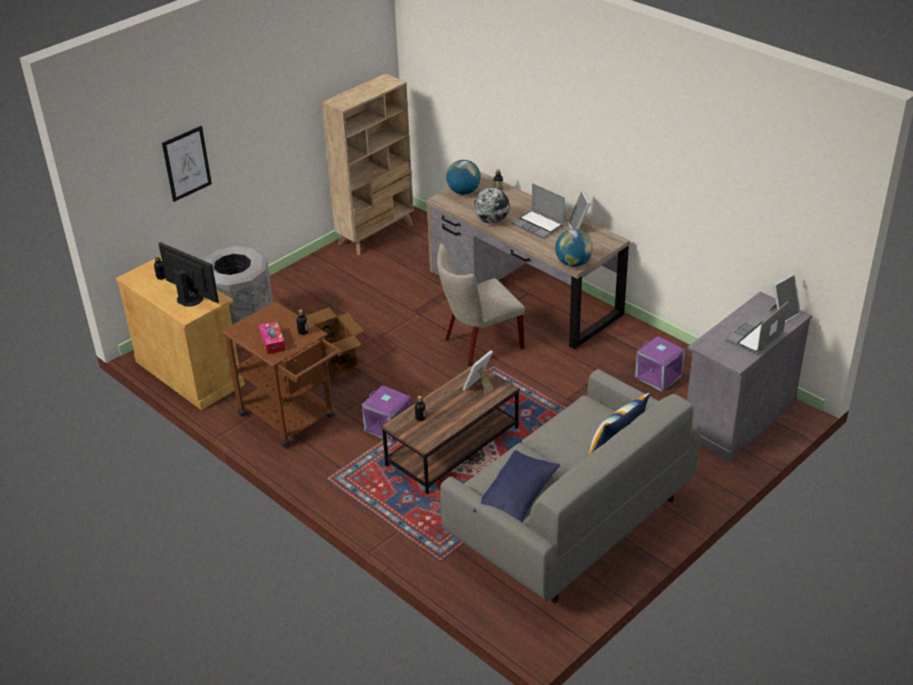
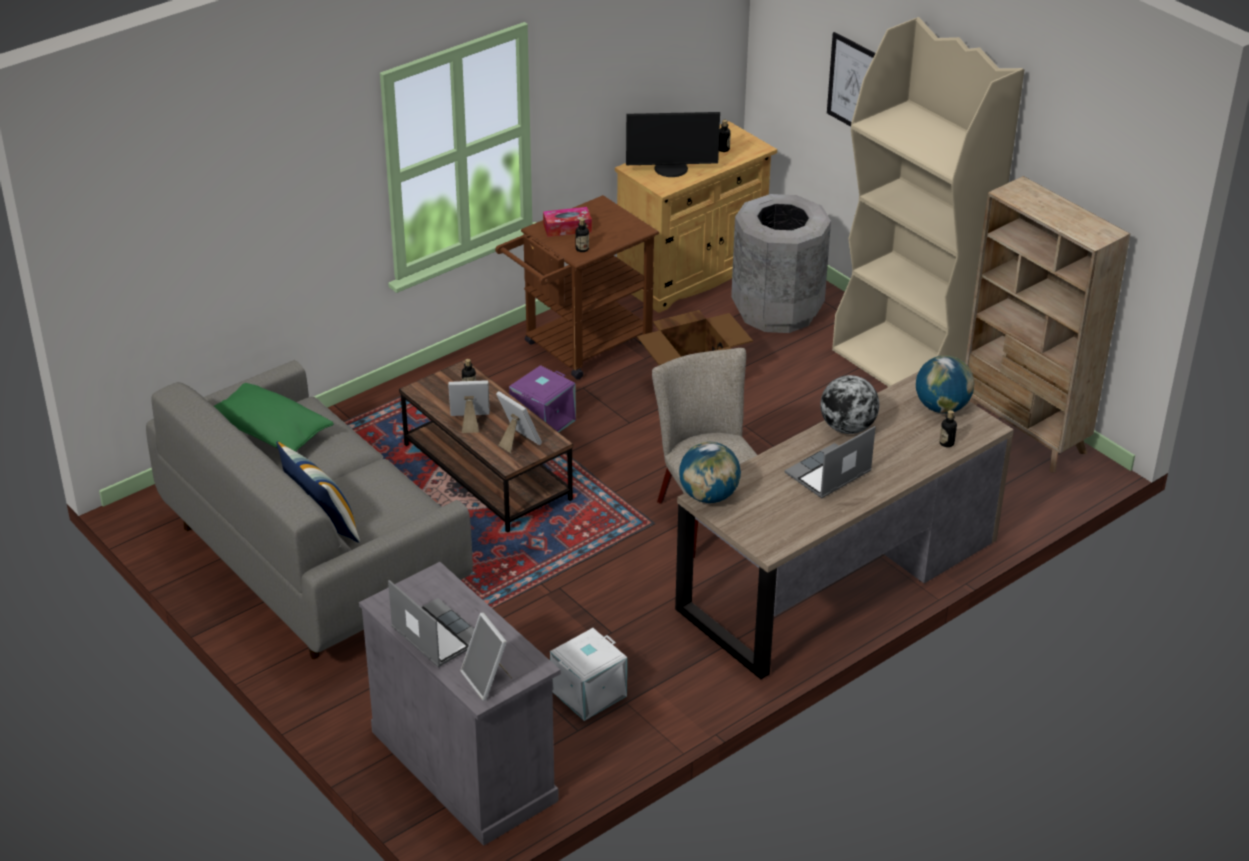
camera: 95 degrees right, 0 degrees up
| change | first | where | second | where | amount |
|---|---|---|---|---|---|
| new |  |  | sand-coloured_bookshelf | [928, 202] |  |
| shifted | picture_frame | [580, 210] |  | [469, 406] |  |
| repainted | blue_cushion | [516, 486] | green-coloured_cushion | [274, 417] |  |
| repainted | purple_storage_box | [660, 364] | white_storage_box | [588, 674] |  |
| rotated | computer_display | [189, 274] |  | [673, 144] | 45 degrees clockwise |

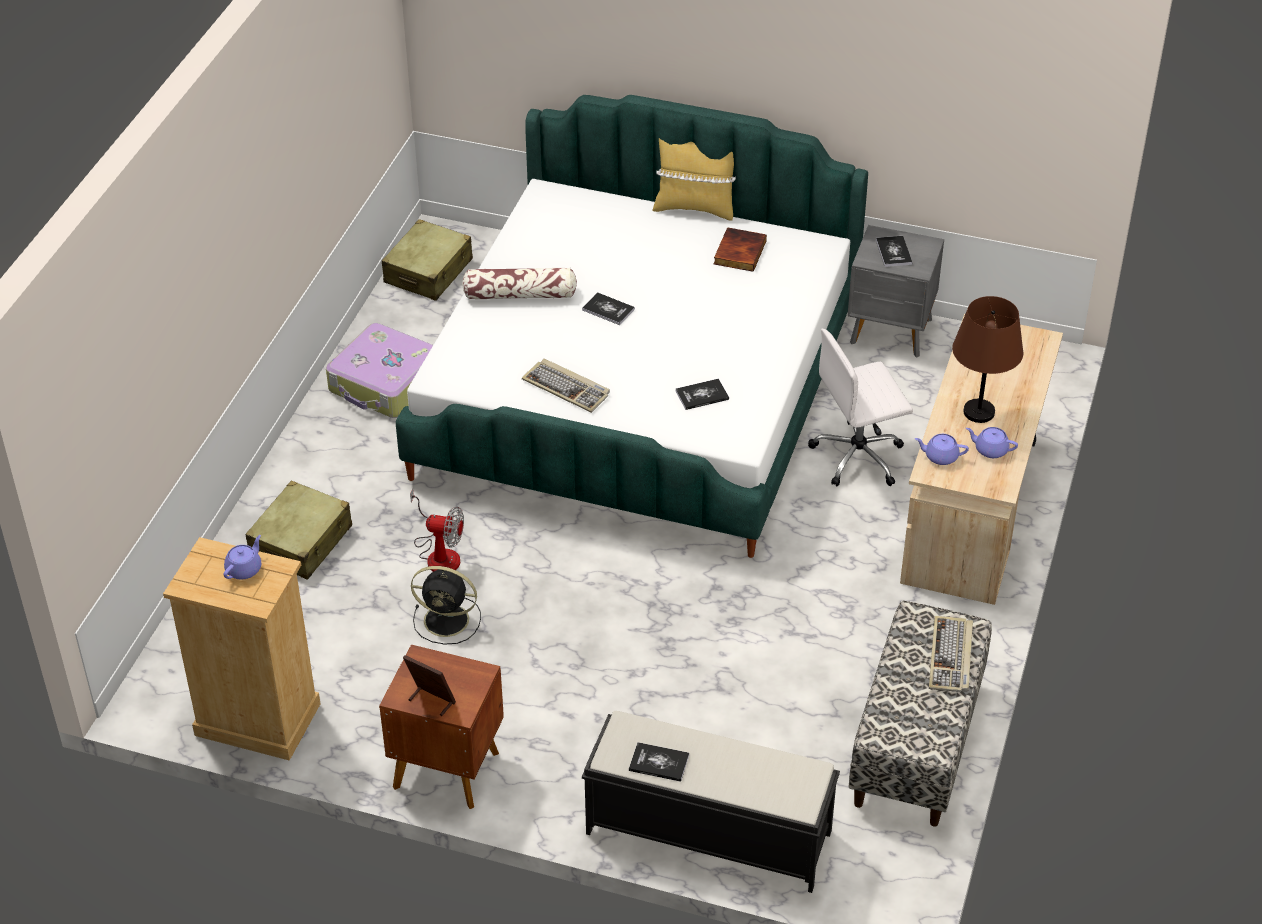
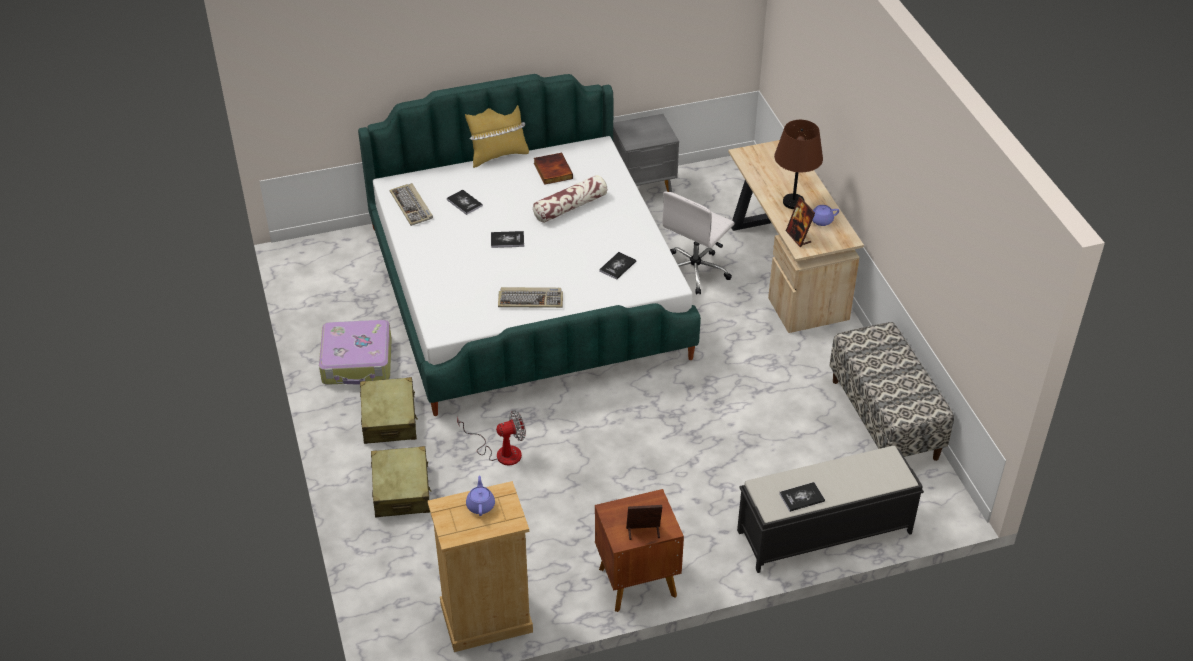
camera: 35 degrees left, 0 degrees up
| change | first | where | second | where | amount |
|---|---|---|---|---|---|
| gone | blackish_electric_fan | [446, 605] |  |  |  |
| shifted | sand-coloured_suitcase | [427, 260] |  | [389, 410] |  |
| shifted | cushion | [519, 283] |  | [570, 199] |  |
| shifted | book | [894, 251] |  | [465, 202] |  |
| shifted | keyboard | [951, 654] |  | [411, 204] |  |
| swapped | purple_teapot | [942, 449] | picture_frame | [800, 222] |  |

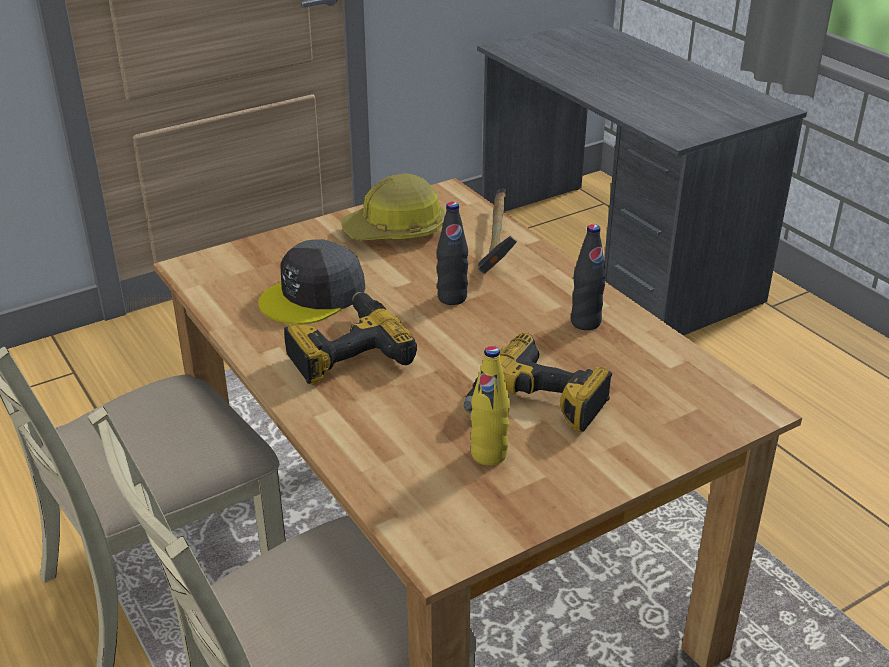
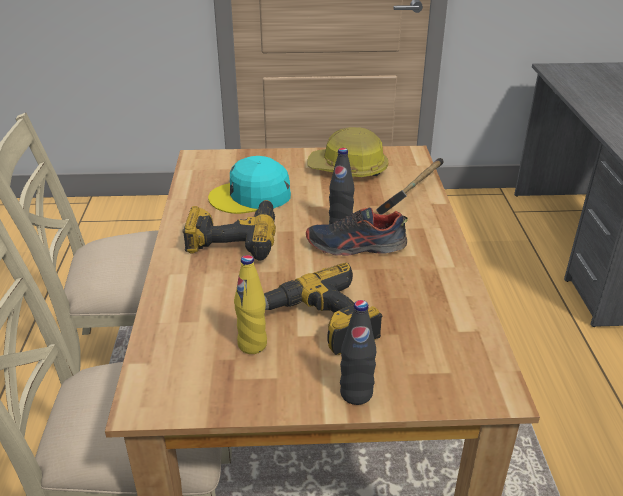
camera: 30 degrees right, 0 degrees up
| change | first | where | second | where | amount |
|---|---|---|---|---|---|
| new |  |  | item_of_footwear | [357, 231] |  |
| shifted | blackish_beverage_bottle | [588, 277] |  | [358, 352] |  |
| repainted | greyish_peaked_cap | [312, 281] | blue-green_peaked_cap | [249, 185] |  |

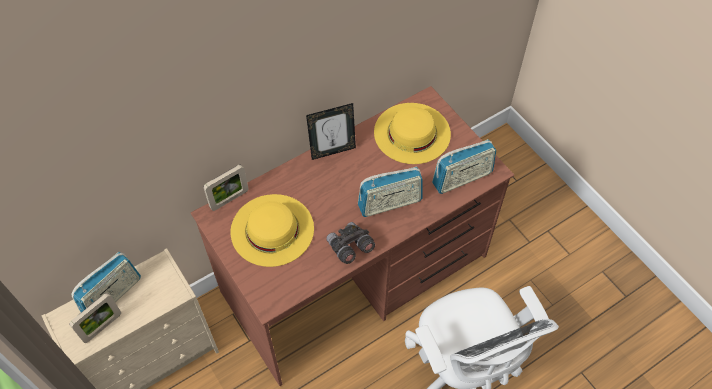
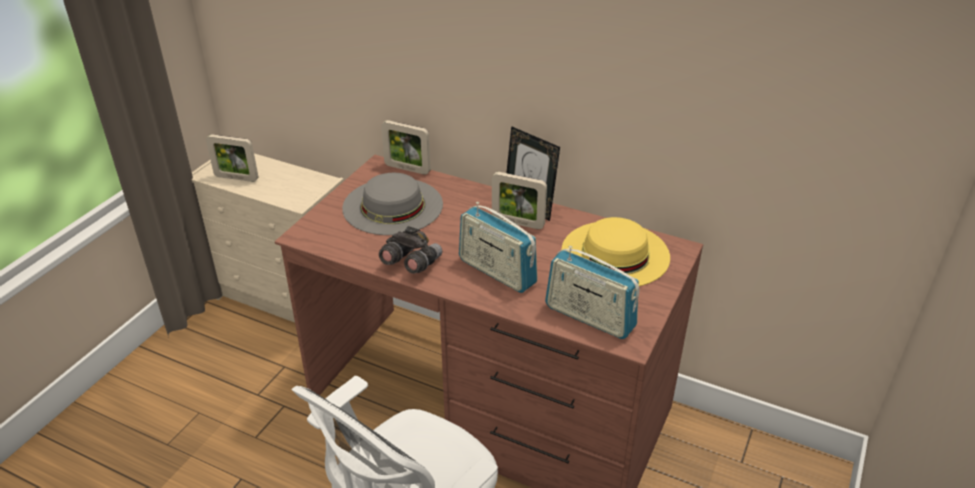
camera: 60 degrees right, 20 degrees down
| change | first | where | second | where | amount |
|---|---|---|---|---|---|
| gone | radio_receiver | [106, 282] |  |  |  |
| new |  |  | picture_frame | [519, 200] |  |
| repainted | yellow_clothing_hat | [272, 230] | greyish_clothing_hat | [392, 204] |  |

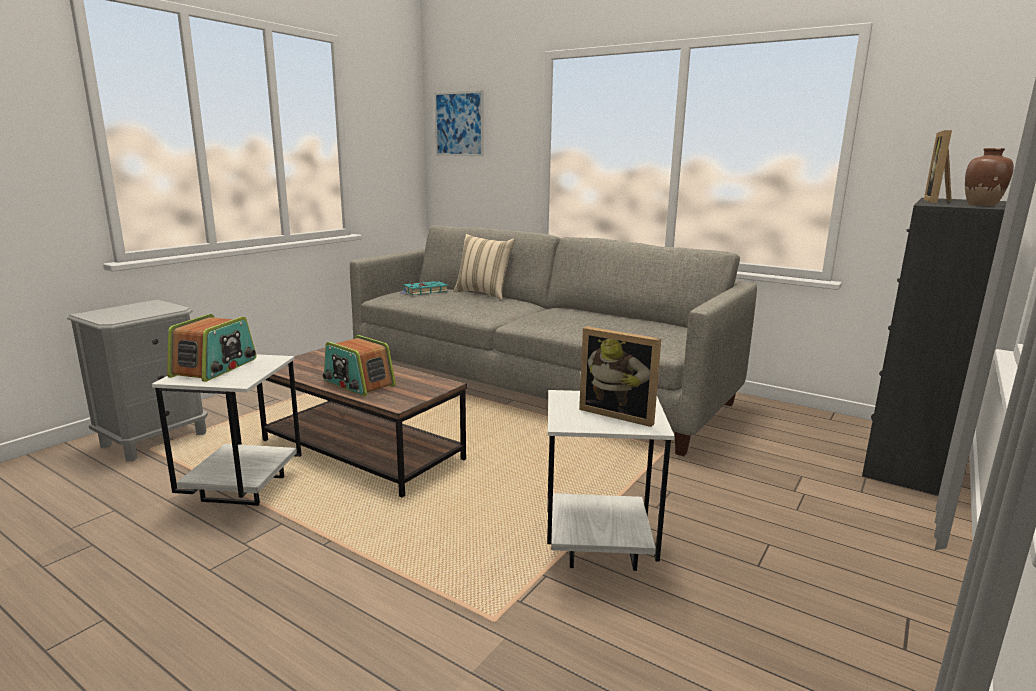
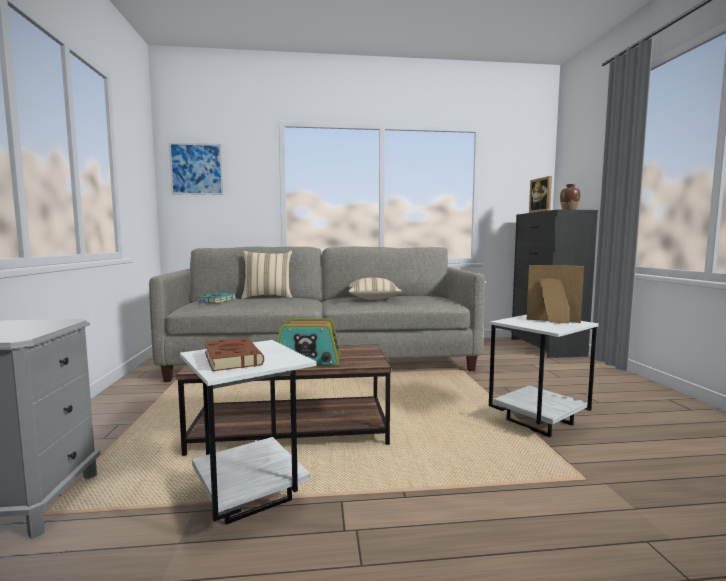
camera: 40 degrees left, 10 degrees down
| change | first | where | second | where | amount |
|---|---|---|---|---|---|
| new |  |  | sand-coloured_cushion | [375, 288] |  |
| swapped | radio_receiver | [211, 348] | brown-coloured_book | [234, 354] |  |
| rotated | picture_frame | [620, 376] |  | [555, 294] | 150 degrees counterclockwise |

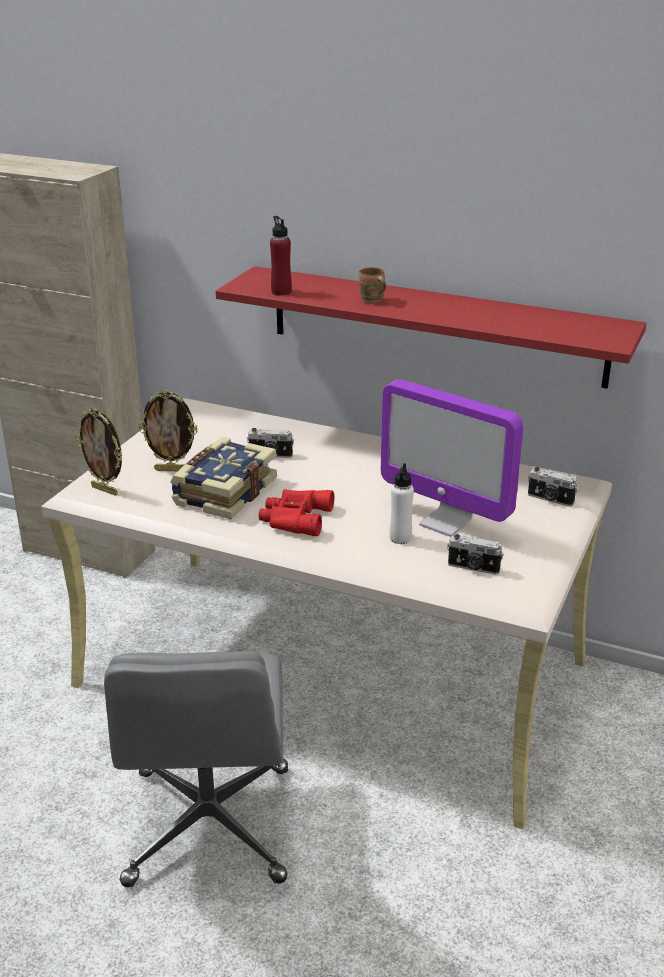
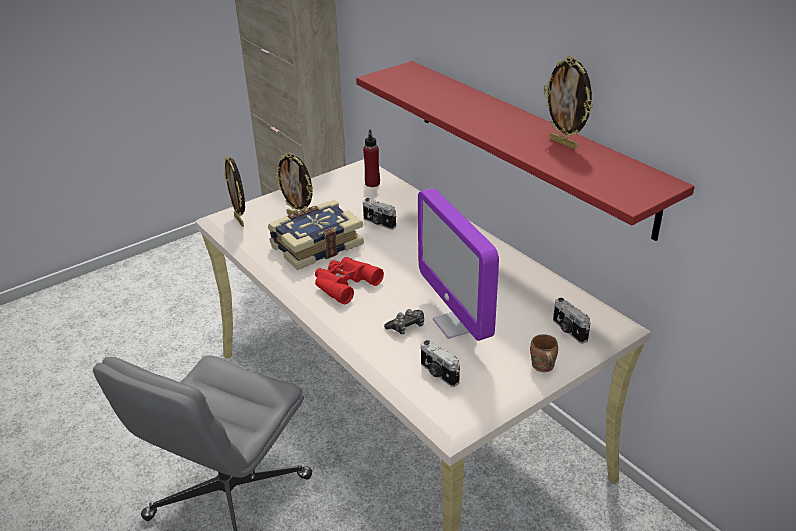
camera: 30 degrees right, 5 degrees up
| change | first | where | second | where | amount |
|---|---|---|---|---|---|
| new |  |  | picture_frame | [568, 103] |  |
| shifted | red_beverage_bottle | [281, 256] |  | [371, 158] |  |
| shifted | brown-coloured_mug | [372, 285] |  | [544, 353] |  |
| swapped | white_beverage_bottle | [402, 503] | gamepad | [404, 321] |  |

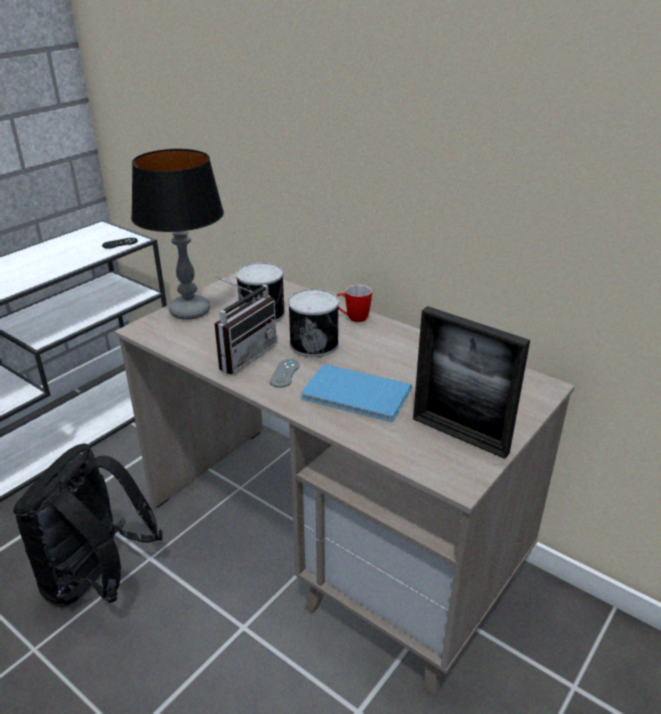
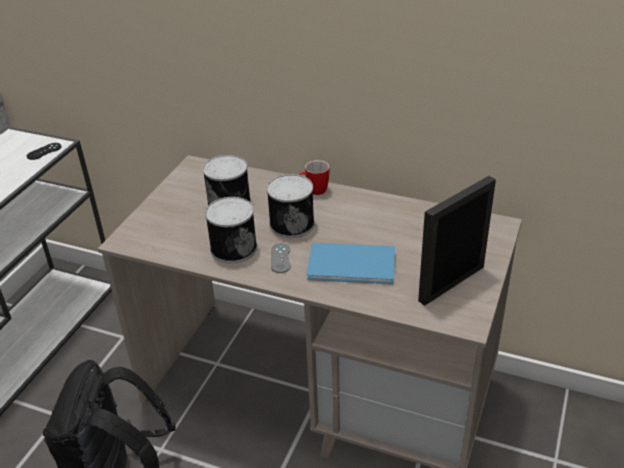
camera: 15 degrees left, 5 degrees up
| change | first | where | second | where | amount |
|---|---|---|---|---|---|
| gone | tabletop_lamp | [177, 234] |  |  |  |
| swapped | radio_receiver | [245, 325] | can | [231, 230] |  |
| rotated | picture_frame | [471, 382] |  | [457, 241] | 120 degrees clockwise |

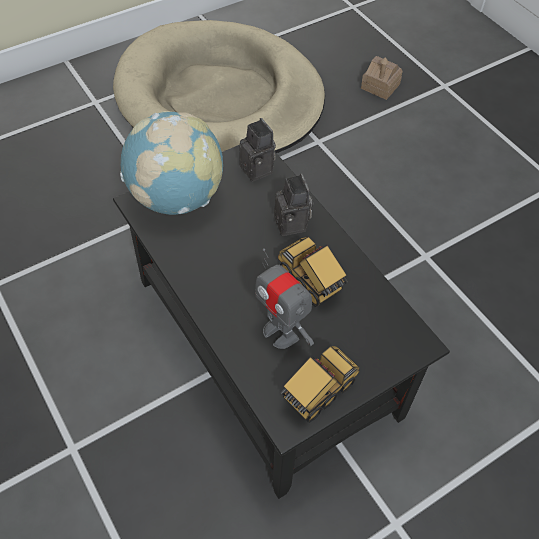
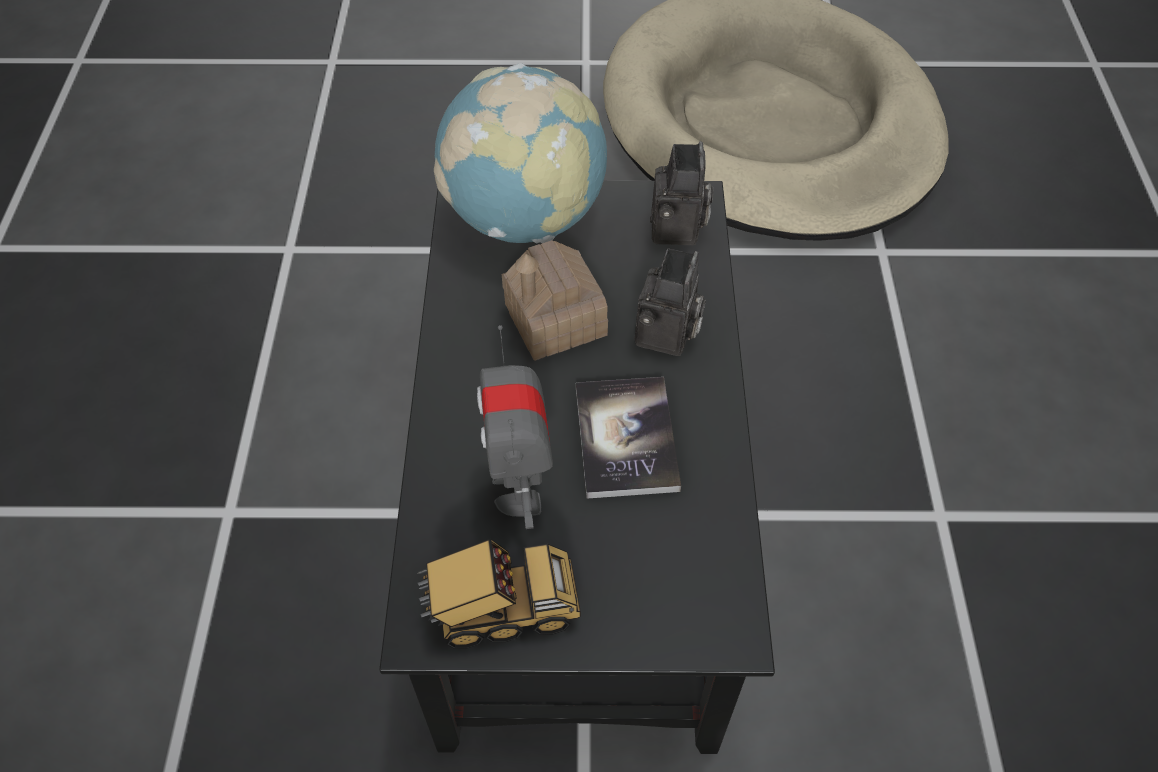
camera: 35 degrees right, 0 degrees up
| change | first | where | second | where | amount |
|---|---|---|---|---|---|
| shifted | toy_house | [382, 78] |  | [555, 300] |  |
| swapped | model_truck | [313, 271] | book | [628, 438] |  |

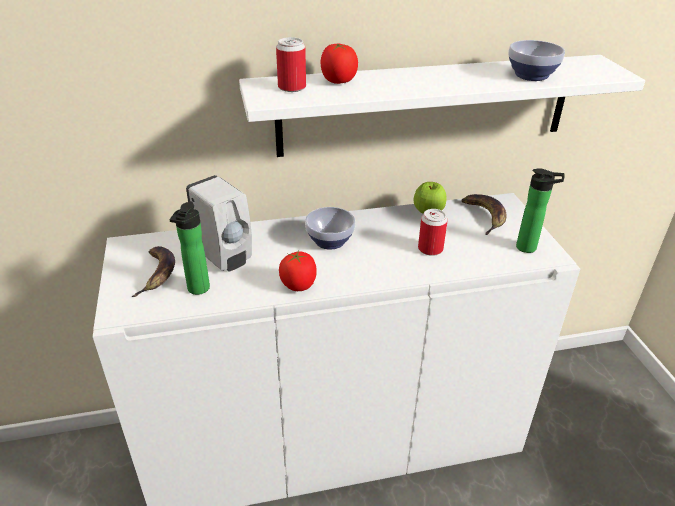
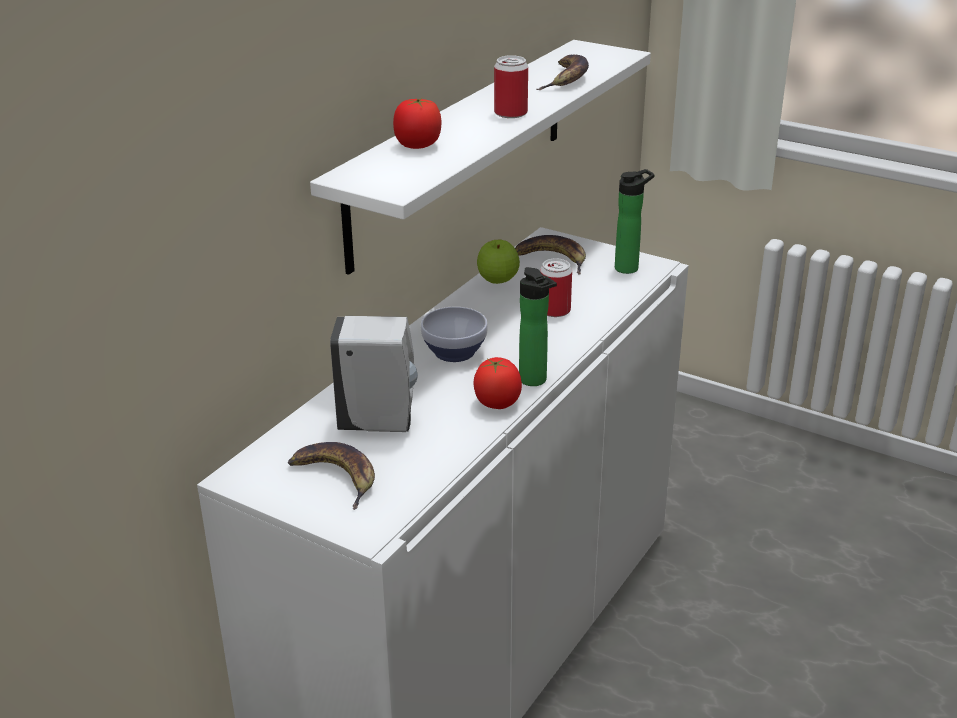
camera: 45 degrees left, 5 degrees down
| change | first | where | second | where | amount |
|---|---|---|---|---|---|
| shifted | beverage_bottle | [190, 248] |  | [538, 326] |  |
| shifted | can | [291, 64] |  | [511, 86] |  |
| swapped | serving_bowl | [536, 60] | banana_fruit | [563, 72] |  |

